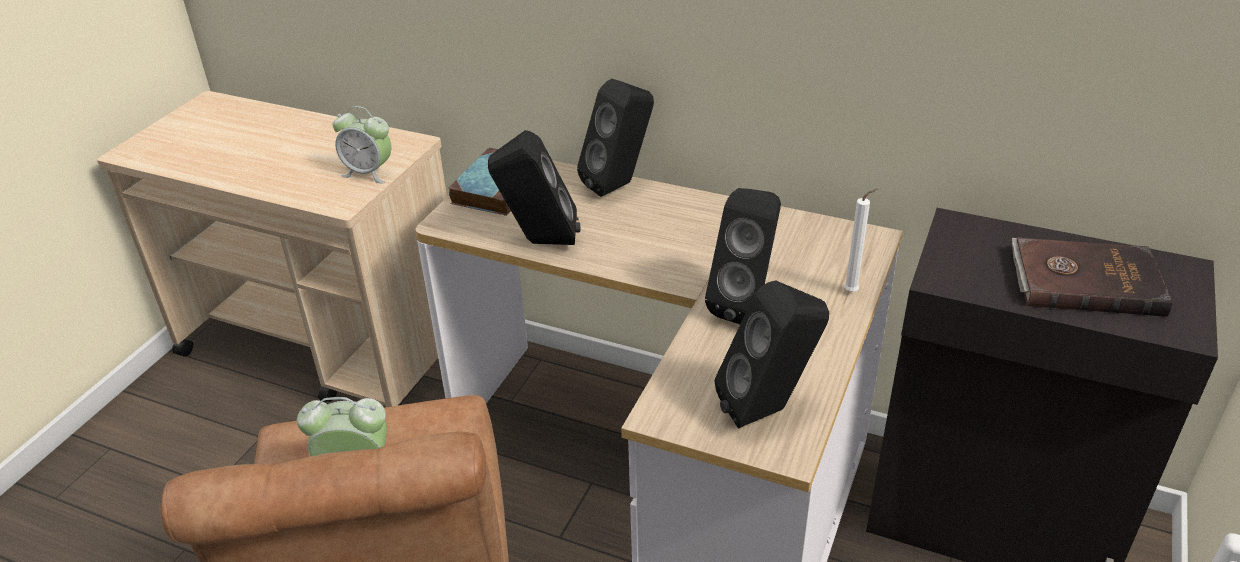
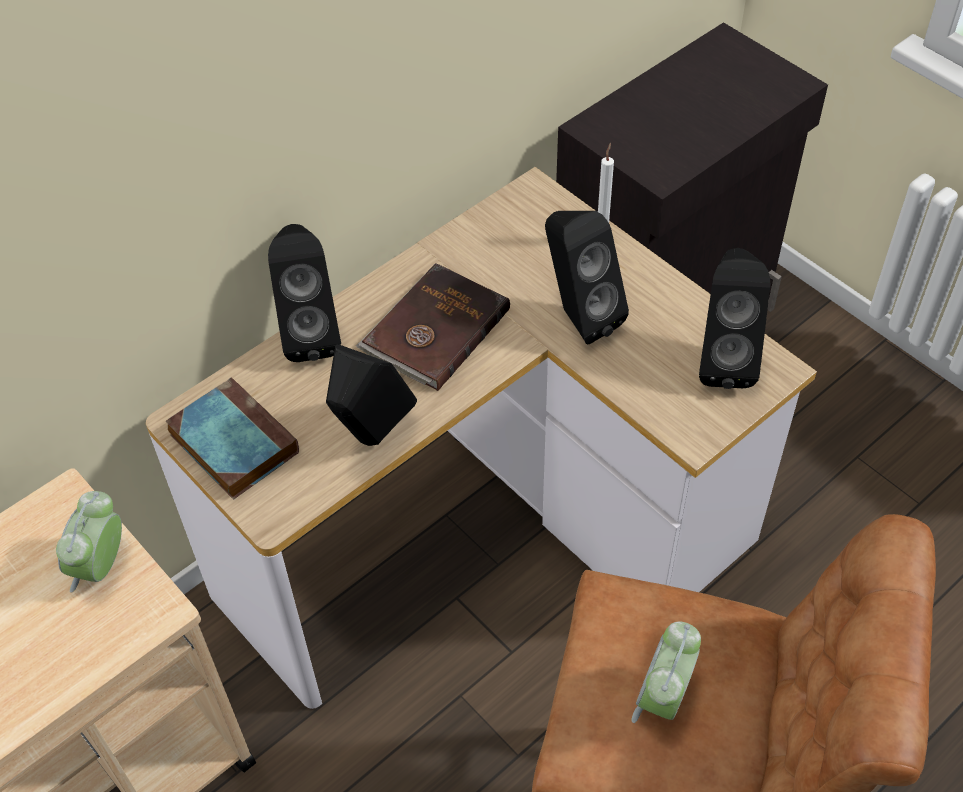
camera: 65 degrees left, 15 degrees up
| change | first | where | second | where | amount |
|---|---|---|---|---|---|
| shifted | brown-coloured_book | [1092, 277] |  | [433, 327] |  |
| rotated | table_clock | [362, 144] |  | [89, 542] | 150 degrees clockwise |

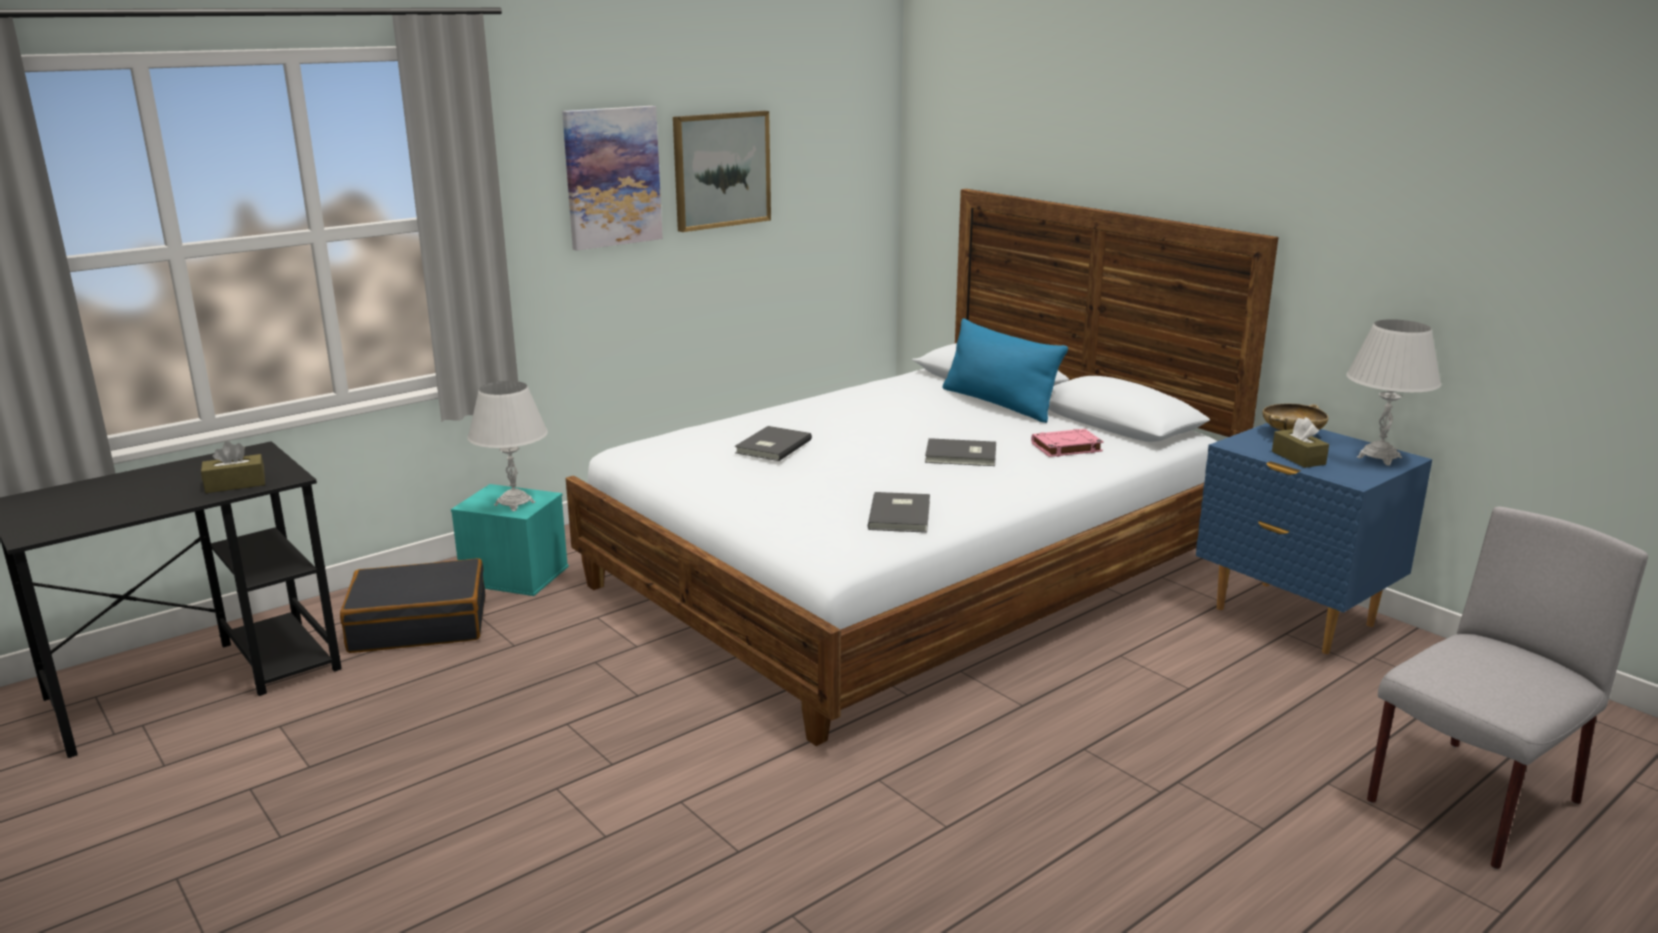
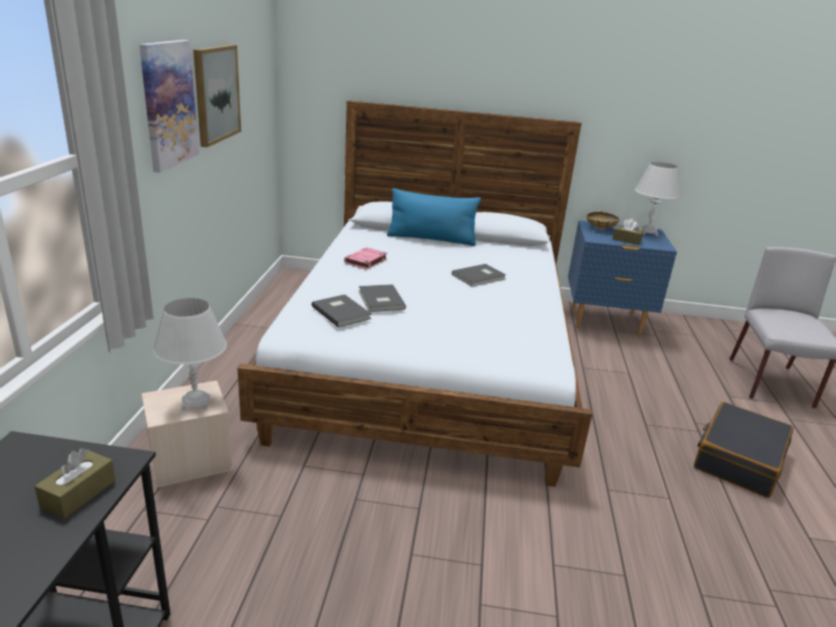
camera: 45 degrees left, 5 degrees up
| change | first | where | second | where | amount |
|---|---|---|---|---|---|
| shifted | blackish_suitcase | [412, 605] |  | [744, 450] |  |
| shifted | greyish_book | [899, 512] |  | [341, 310] |  |
| shifted | pink_book | [1067, 443] |  | [365, 258] |  |
| repainted | blue-green_storage_box | [510, 540] | sand-coloured_storage_box | [187, 434] |  |

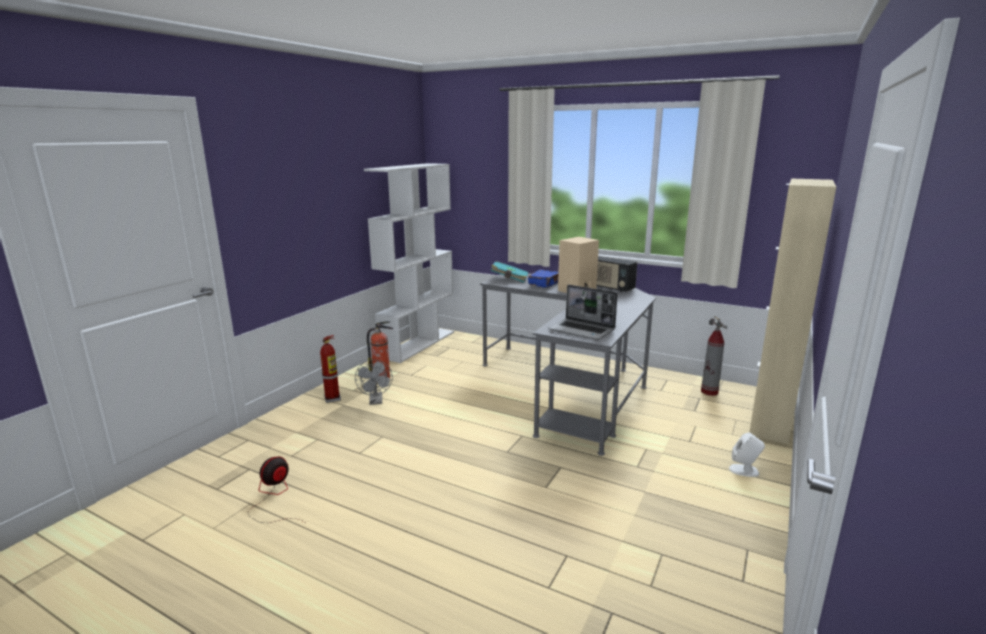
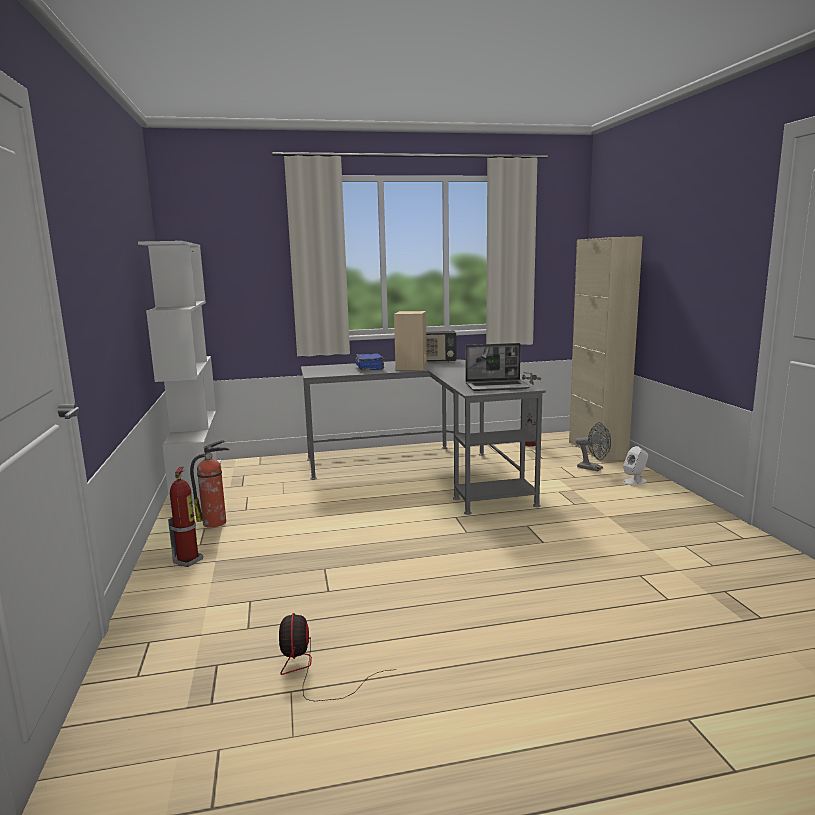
camera: 40 degrees left, 5 degrees down
| change | first | where | second | where | amount |
|---|---|---|---|---|---|
| gone | blue-green_book | [509, 272] |  |  |  |
| shifted | greyish_electric_fan | [374, 382] |  | [593, 446] |  |

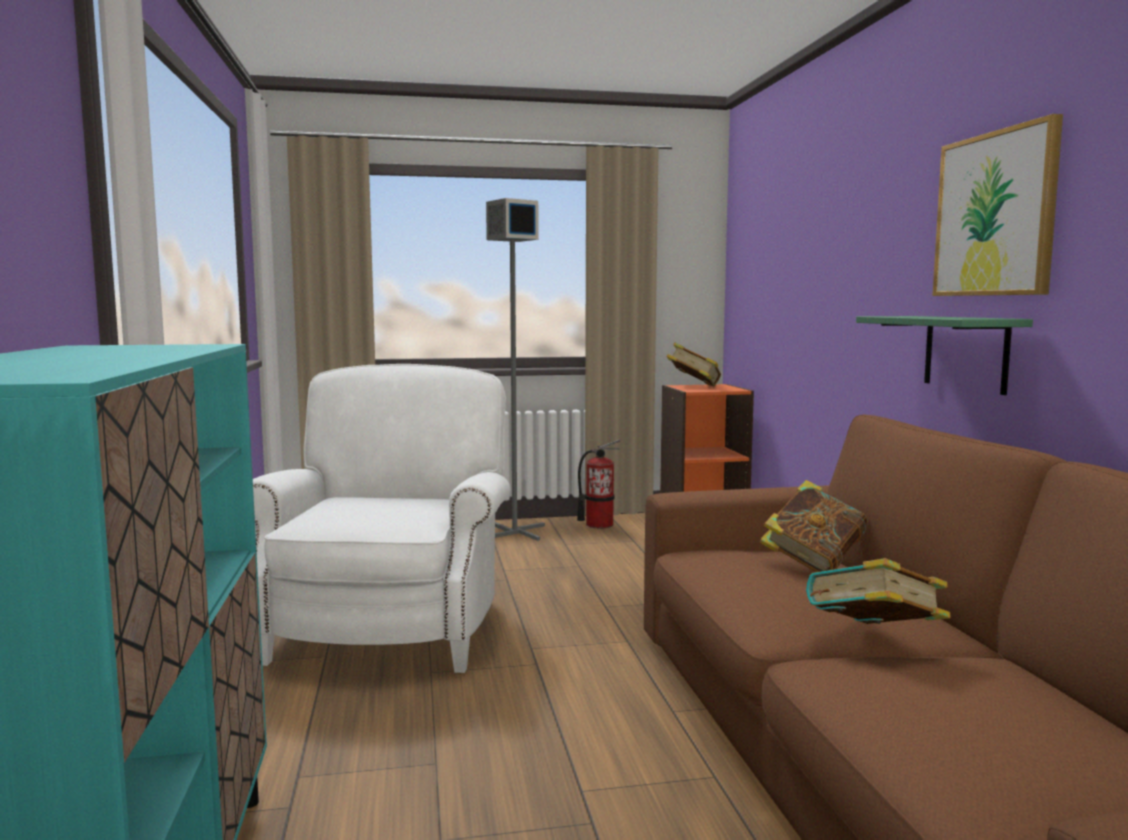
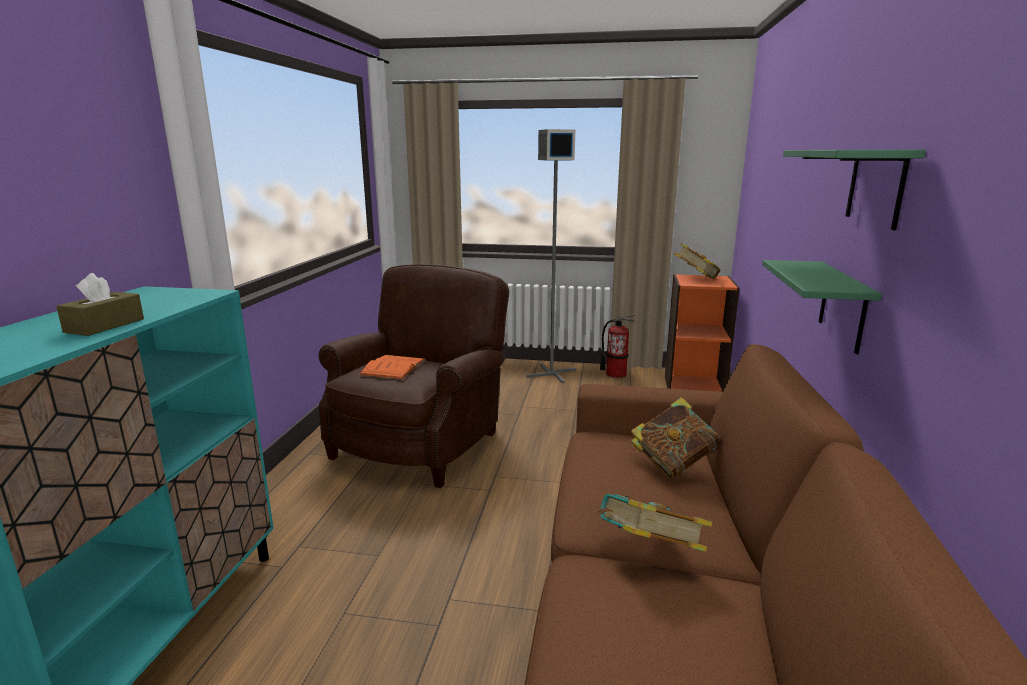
camera: 20 degrees right, 10 degrees up
| change | first | where | second | where | amount |
|---|---|---|---|---|---|
| new |  |  | brown-coloured_box_of_tissues | [100, 304] |  |
| new |  |  | orange-coloured_book | [392, 367] |  |
| swapped | picture | [998, 205] | green-coloured_shelf | [854, 190] |  |
| repainted | white_lounge_chair | [381, 518] | brown-coloured_lounge_chair | [413, 376] |  |

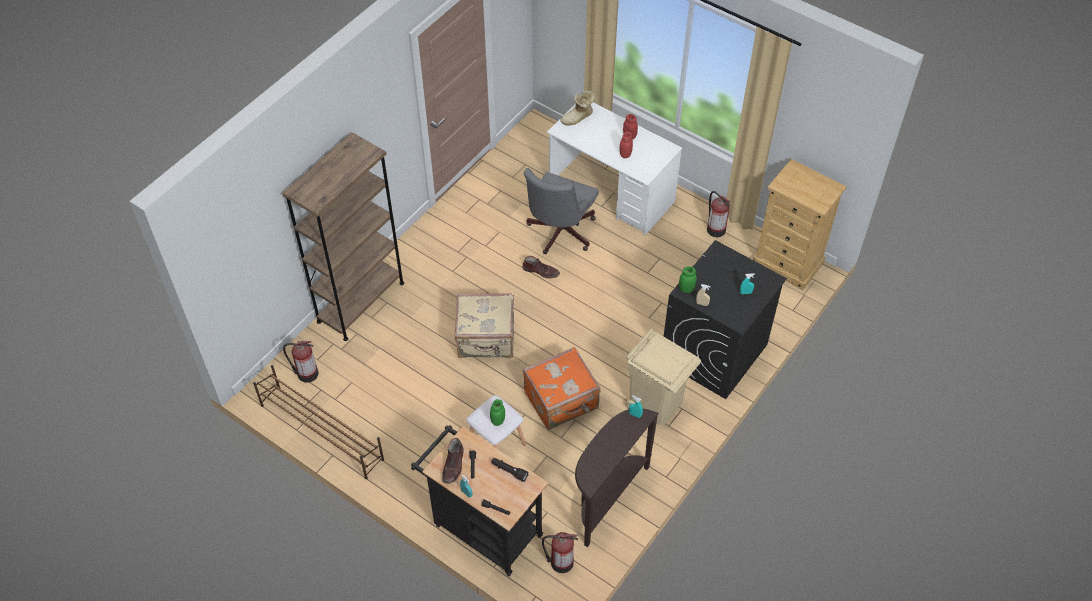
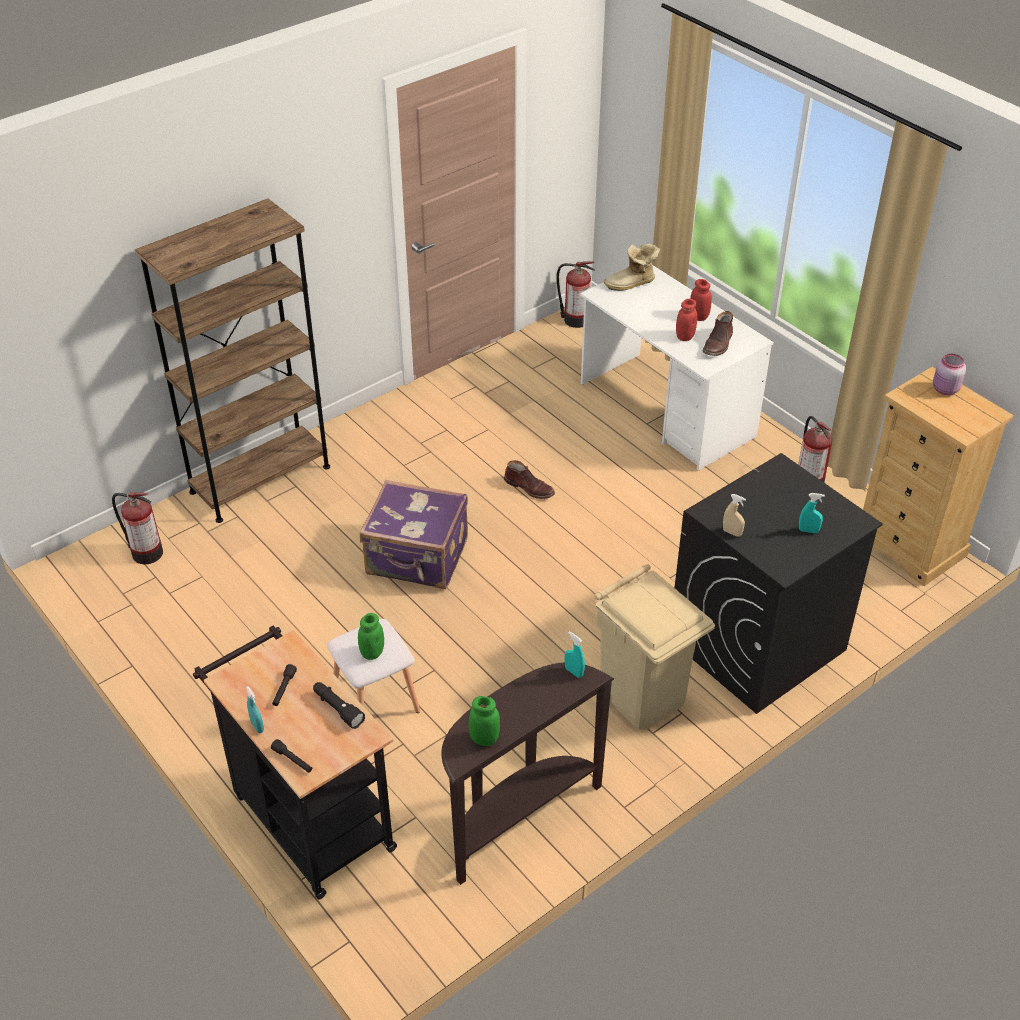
camera: 15 degrees right, 10 degrees down
| change | first | where | second | where | amount |
|---|---|---|---|---|---|
| gone | brown-coloured_shoe_rack | [318, 422] |  |  |  |
| gone | orange-coloured_suitcase | [562, 388] |  |  |  |
| gone | greyish_computer_chair | [561, 211] |  |  |  |
| new |  |  | pink_storage_jar | [949, 374] |  |
| shifted | brown-coloured_tall_boot | [453, 461] |  | [718, 333] |  |
| shifted | fire_extinguisher | [560, 552] |  | [576, 294] |  |
| shifted | green-coloured_storage_jar | [688, 280] |  | [484, 721] |  |
| repainted | sand-coloured_suitcase | [484, 325] | purple_suitcase | [414, 534] |  |

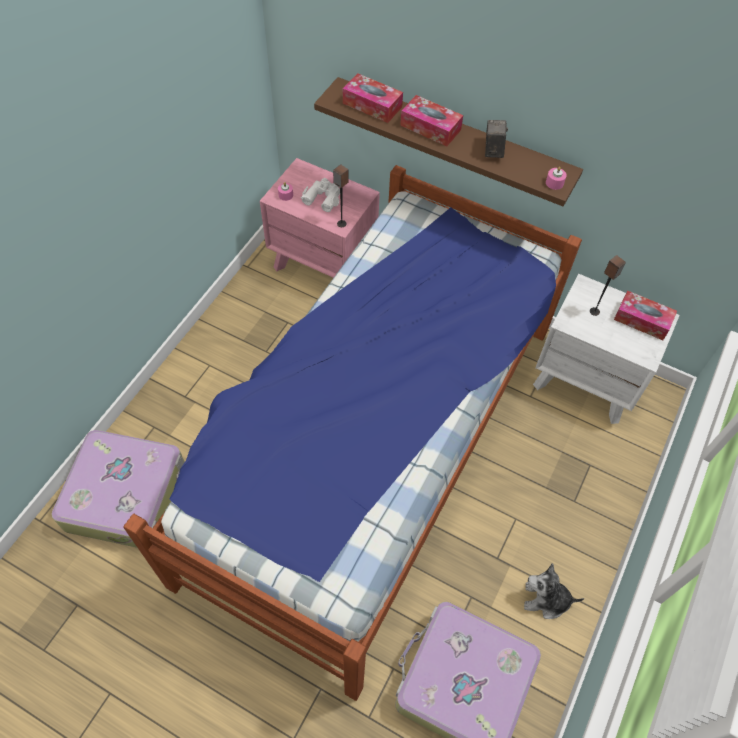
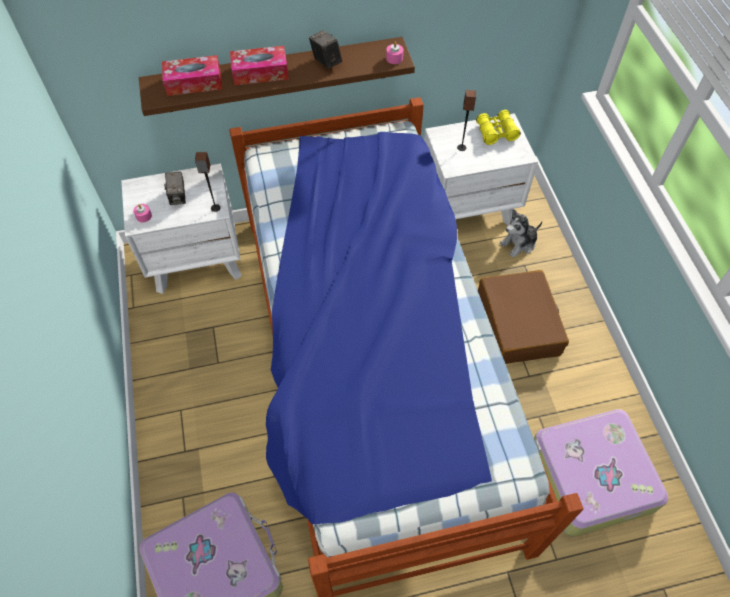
camera: 40 degrees left, 0 degrees up
| change | first | where | second | where | amount |
|---|---|---|---|---|---|
| new |  |  | brown-coloured_suitcase | [523, 317] |  |
| shifted | cuddly_toy | [554, 591] |  | [521, 233] |  |
| swapped | white_binoculars | [320, 195] | photo_camera | [175, 188] |  |
| swapped | box_of_tissues | [645, 315] | yellow_binoculars | [498, 127] |  |
| repainted | pink_nightstand | [320, 218] | white_nightstand | [181, 228] |  |

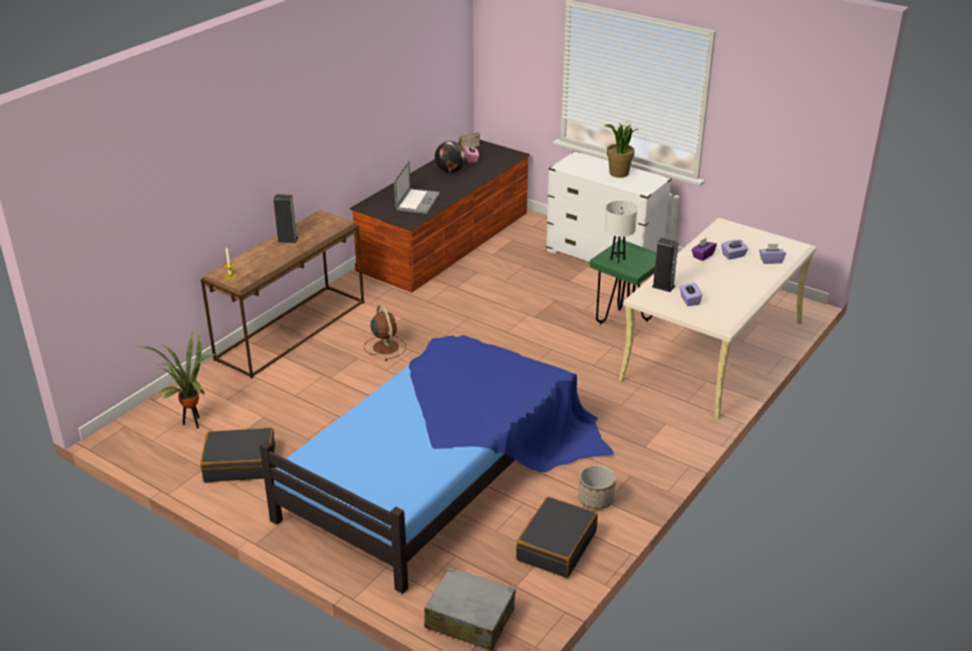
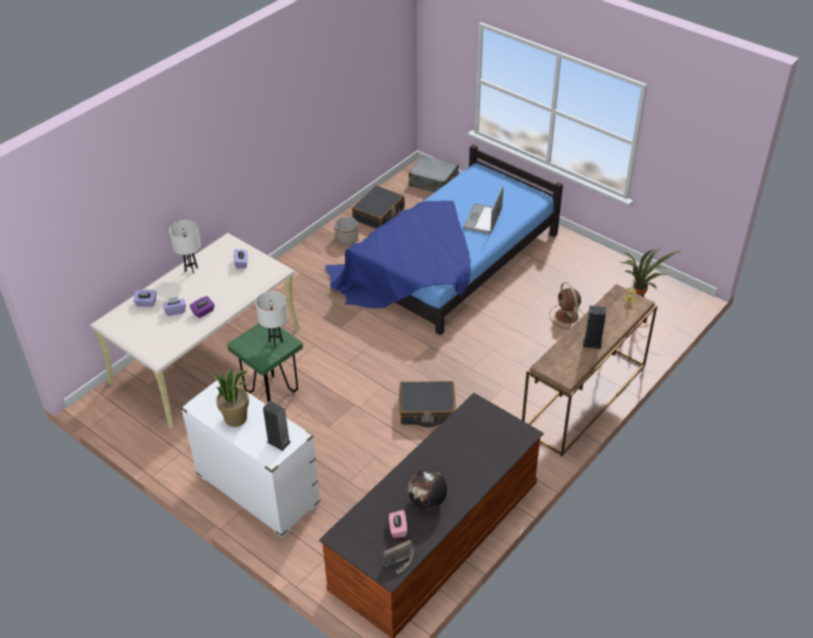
camera: 175 degrees left, 10 degrees up
| change | first | where | second | where | amount |
|---|---|---|---|---|---|
| new |  |  | white_tabletop_lamp | [185, 247] |  |
| shifted | blackish_suitcase | [237, 455] |  | [427, 404] |  |
| shifted | brown-coloured_electric_fan | [385, 333] |  | [566, 305] |  |
| shifted | notebook_computer | [417, 187] |  | [483, 210] |  |
| shifted | loudspeaker | [665, 265] |  | [277, 426] |  |

